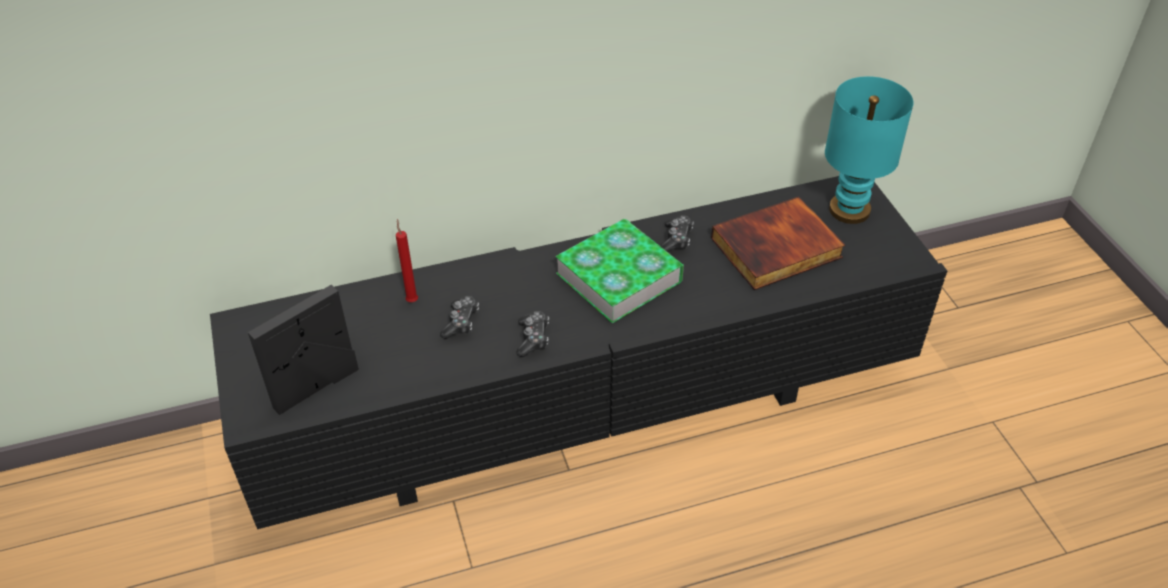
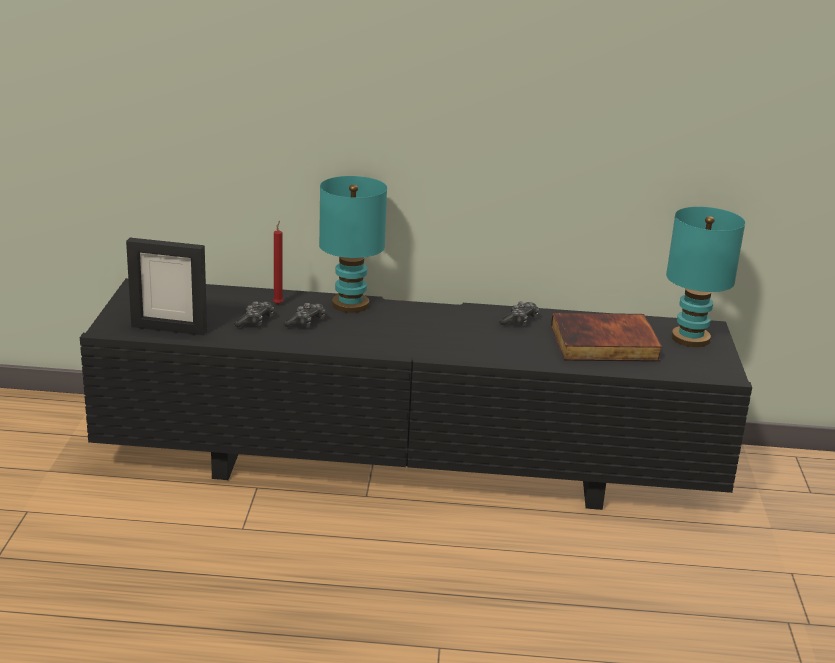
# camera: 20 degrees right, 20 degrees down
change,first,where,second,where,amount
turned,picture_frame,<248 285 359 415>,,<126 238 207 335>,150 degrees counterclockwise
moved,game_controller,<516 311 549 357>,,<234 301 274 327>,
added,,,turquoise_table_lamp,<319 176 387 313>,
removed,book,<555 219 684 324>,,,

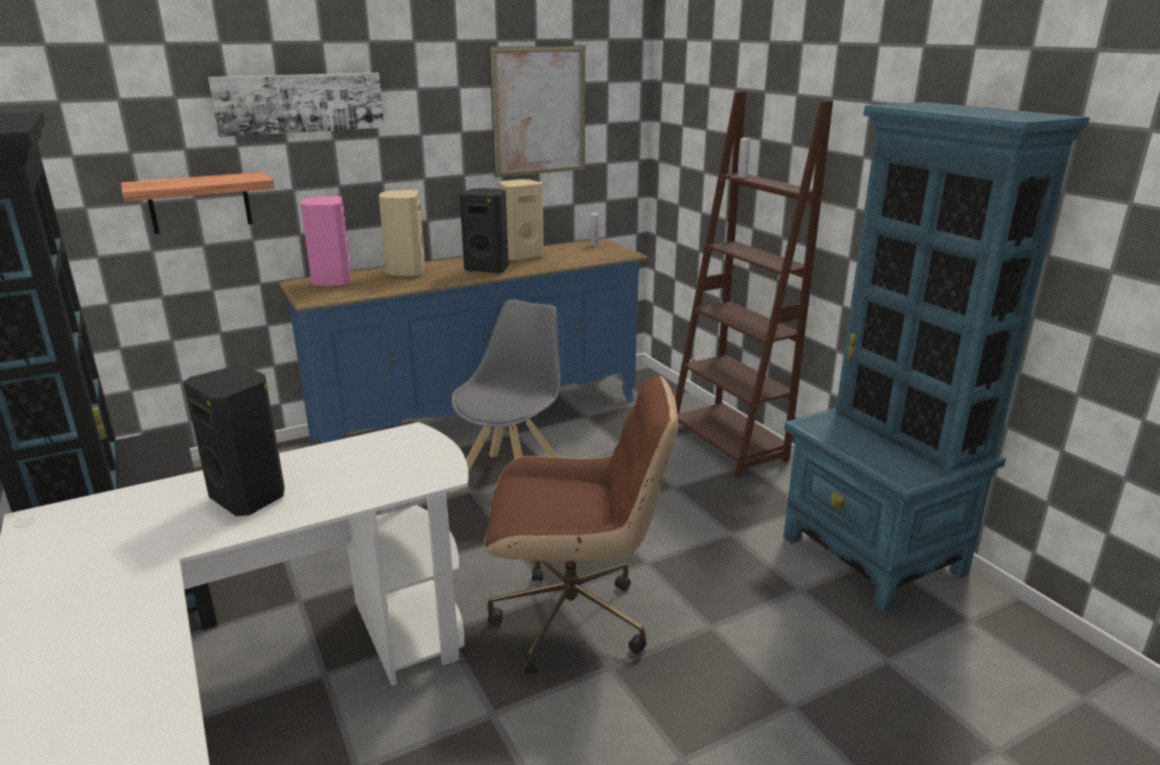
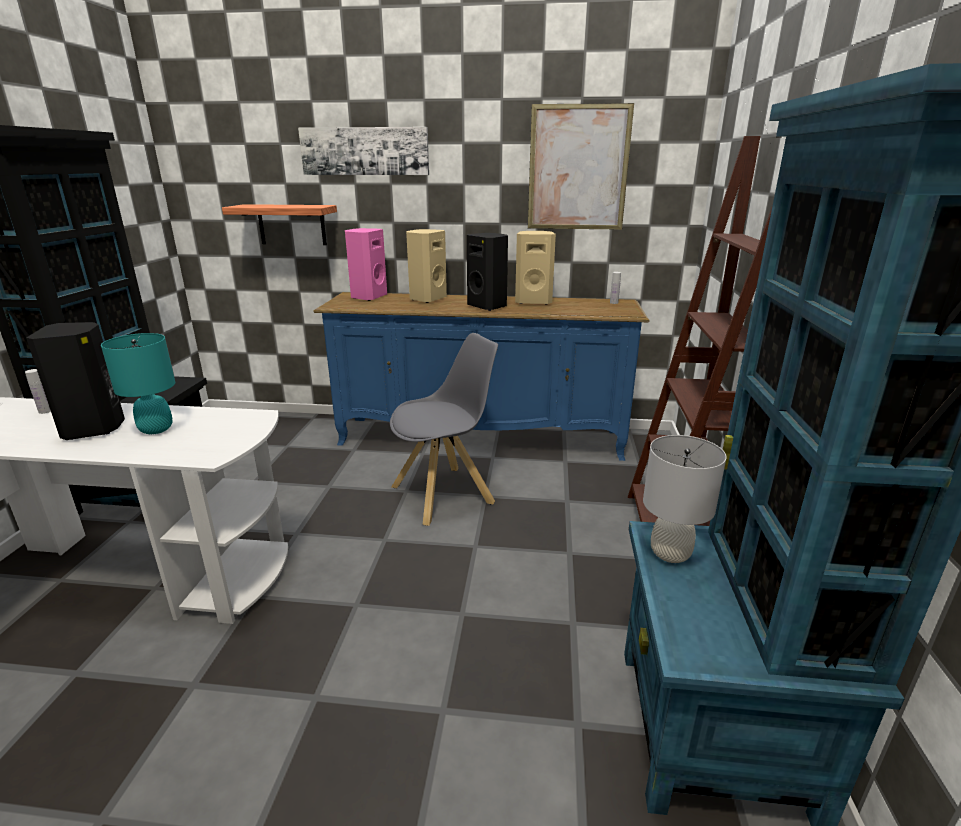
# camera: 35 degrees right, 0 degrees up
change,first,where,second,where,amount
moved,white_bottle,<737 138 750 177>,,<25 369 51 414>,
added,,,turquoise_table_lamp,<101 333 175 435>,
added,,,grey_table_lamp,<643 435 726 563>,
removed,brown_office_chair,<484 376 678 673>,,,

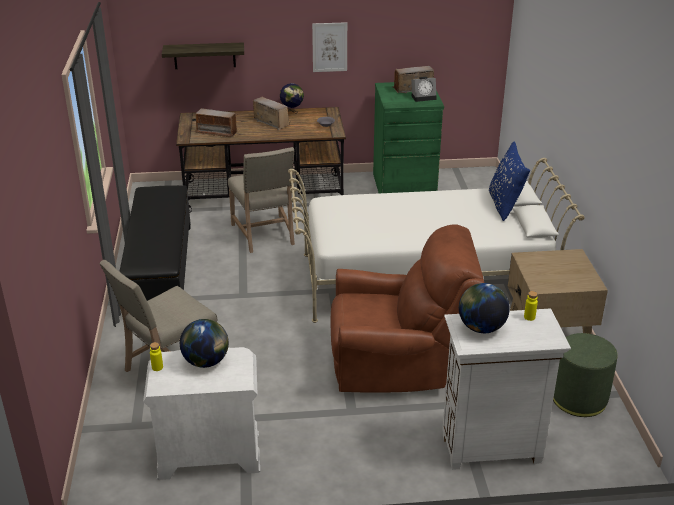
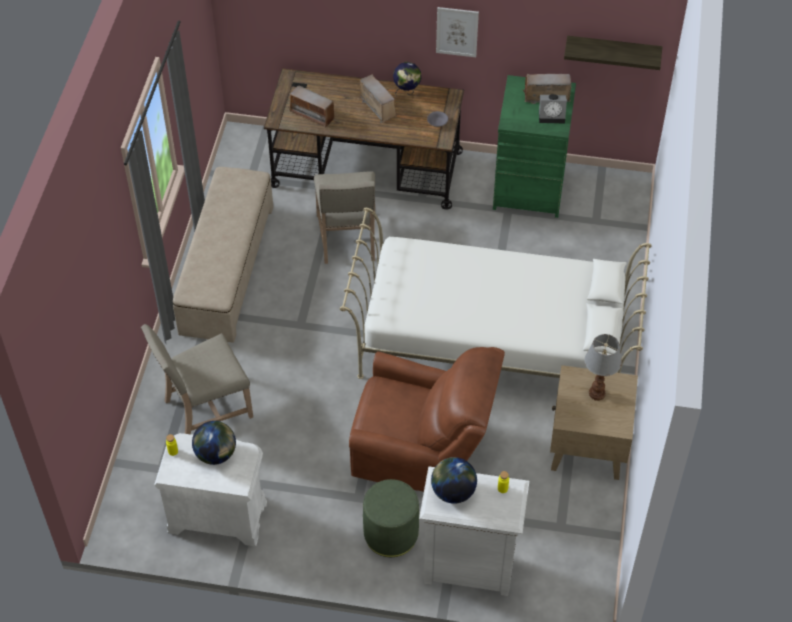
# camera: 15 degrees right, 20 degrees up
change,first,where,second,where,amount
recoloured,black_bench,<119 185 191 301>,beige_bench,<173 167 273 343>,
moved,green_ottoman,<553 333 617 417>,,<363 479 419 557>,
moved,shelf,<162 42 244 69>,,<564 36 662 70>,
added,,,table_lamp,<585 334 622 401>,
removed,blue_pillow,<489 142 530 221>,,,

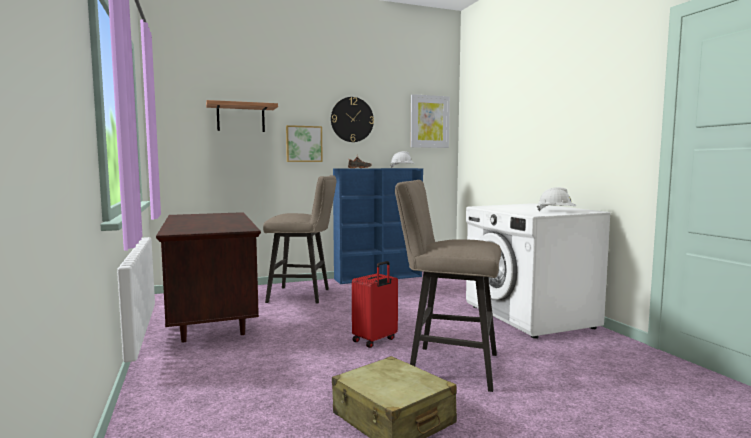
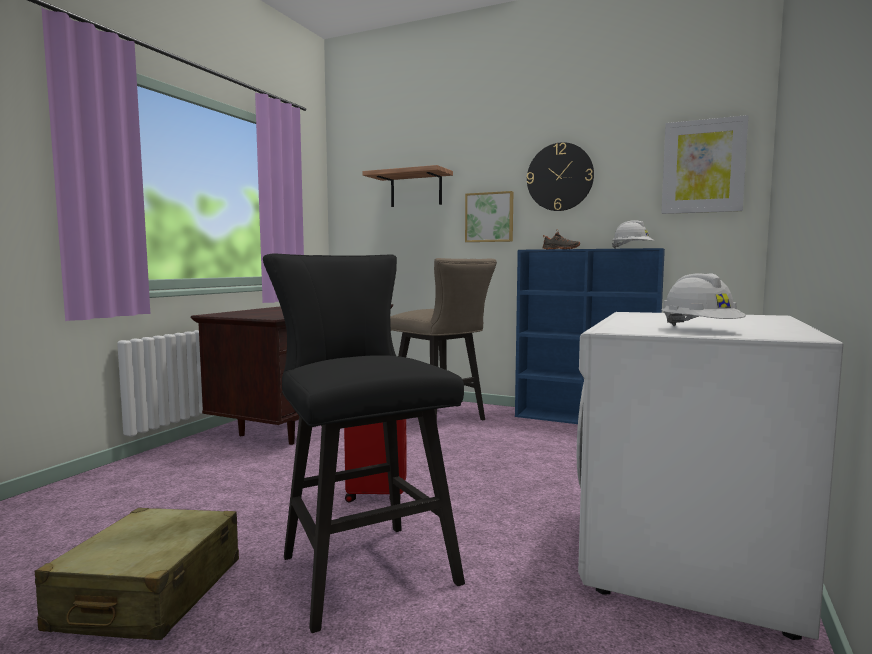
# camera: 45 degrees right, 0 degrees up
change,first,where,second,where,amount
recoloured,beige_stool,<395 180 501 392>,black_stool,<263 253 465 633>,

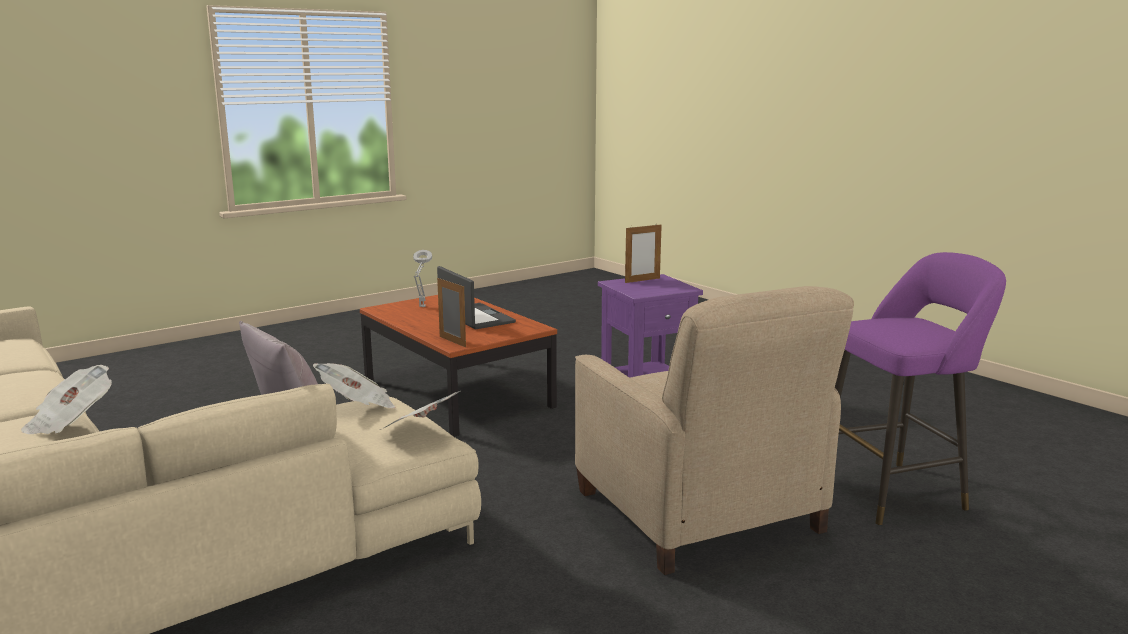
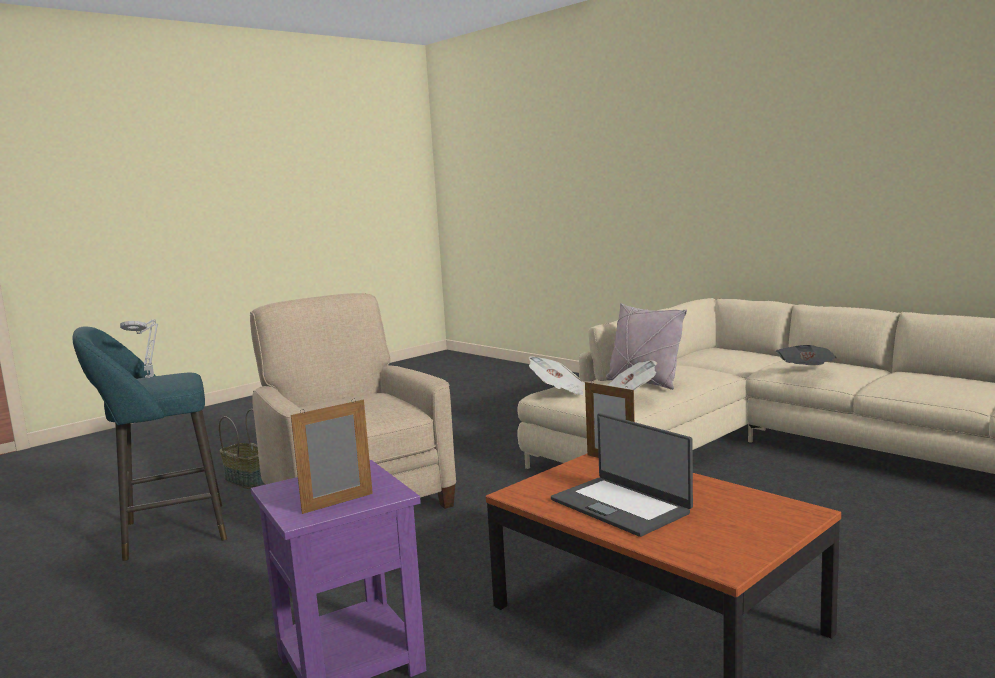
# camera: 175 degrees right, 5 degrees down
change,first,where,second,where,amount
recoloured,purple_stool,<835 252 1006 525>,turquoise_stool,<72 326 227 561>,
moved,grey_table_lamp,<413 250 432 307>,,<120 319 158 378>,
added,,,basket,<219 409 265 489>,

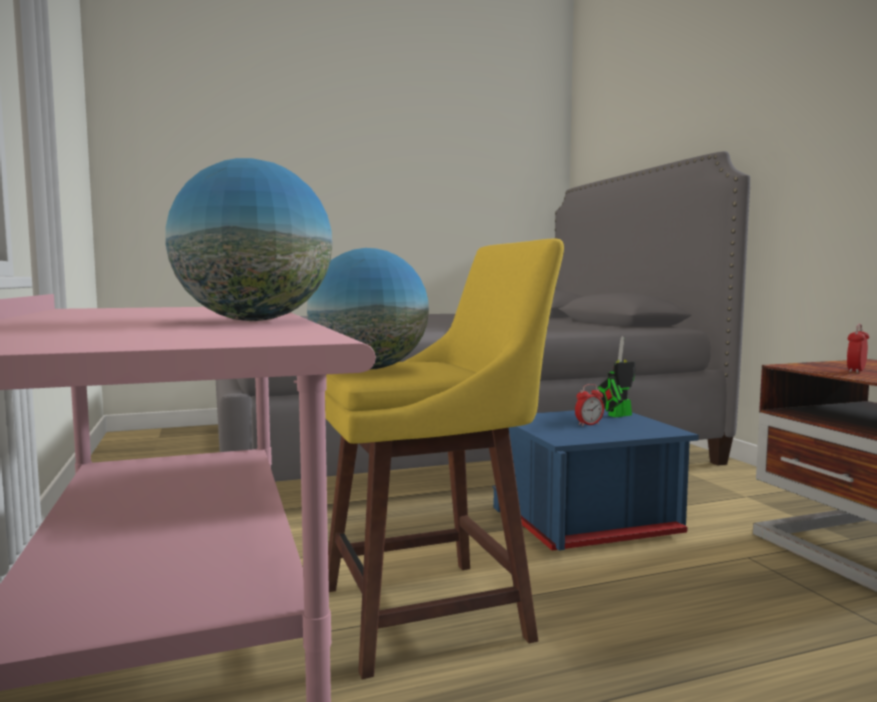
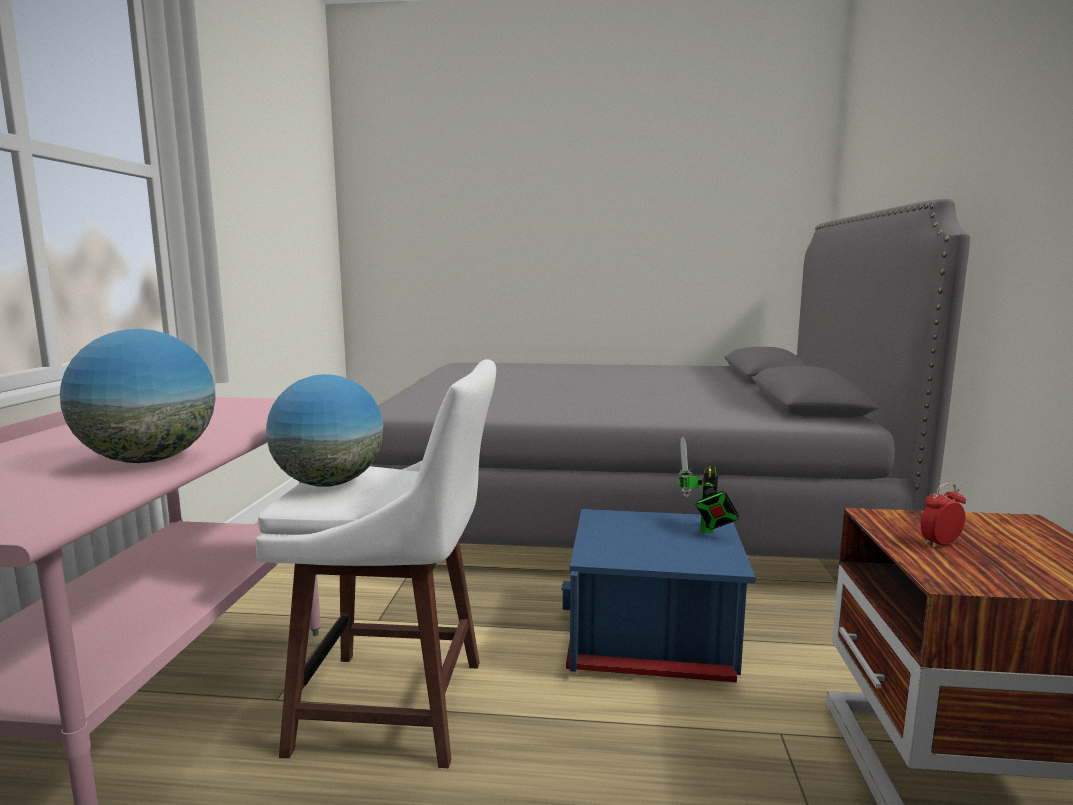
# camera: 25 degrees right, 5 degrees up
change,first,where,second,where,amount
recoloured,yellow_stool,<325 238 564 679>,white_stool,<256 359 496 768>,
turned,toy_robot,<598 336 635 418>,,<678 436 739 533>,75 degrees counterclockwise
removed,alarm_clock,<575 384 604 426>,,,

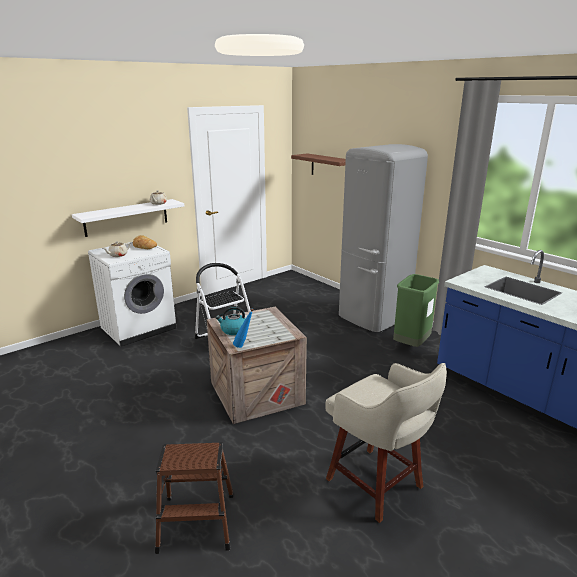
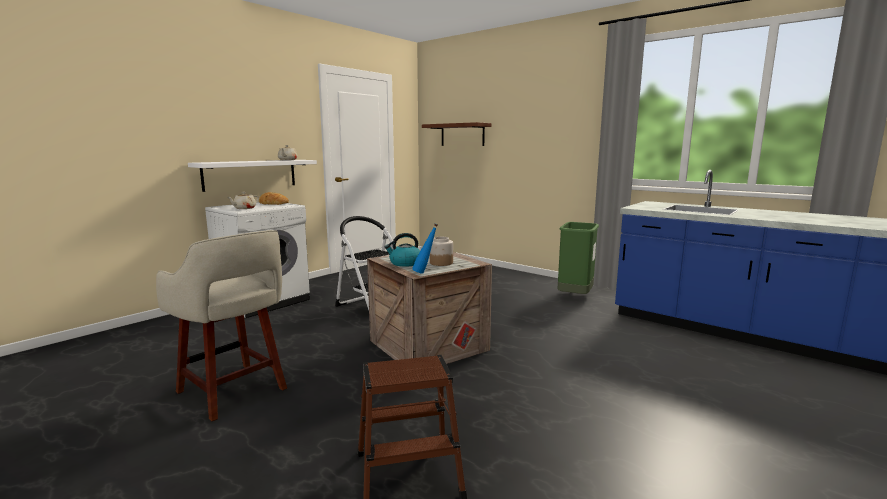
# camera: 10 degrees left, 10 degrees down
change,first,where,second,where,amount
moved,beige_stool,<325 363 447 523>,,<156 230 287 421>,
added,,,jar,<430 237 453 266>,
removed,grey_fridge,<339 144 428 332>,,,

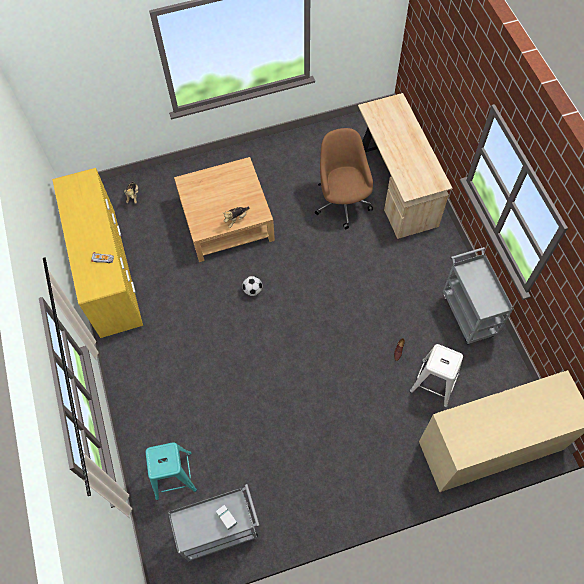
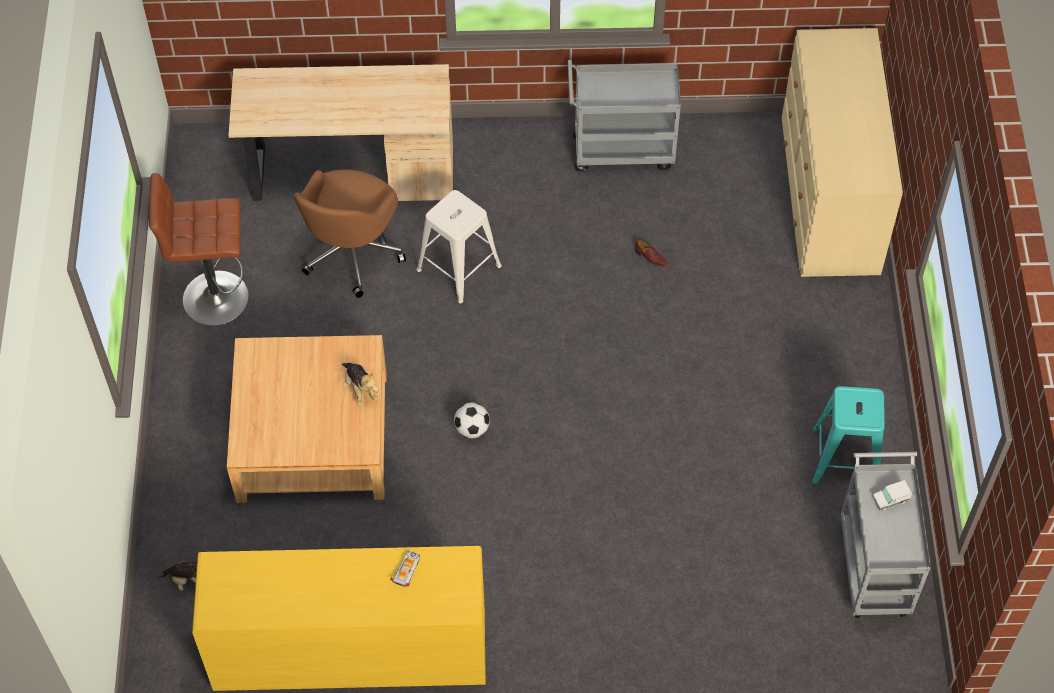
# camera: 75 degrees left, 5 degrees down
change,first,where,second,where,amount
added,,,brown_stool,<149 173 249 325>,
turned,brown_office_chair,<315 128 373 230>,,<294 170 406 298>,75 degrees counterclockwise
moved,white_stool,<410 344 463 407>,,<416 190 502 304>,
moved,turquoise_stool,<146 442 197 500>,,<812 386 885 485>,

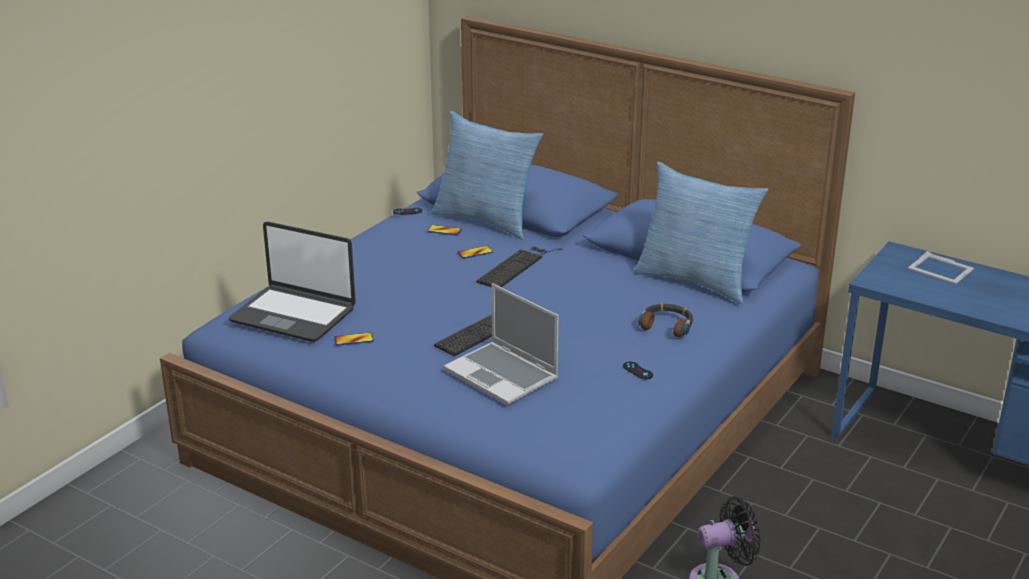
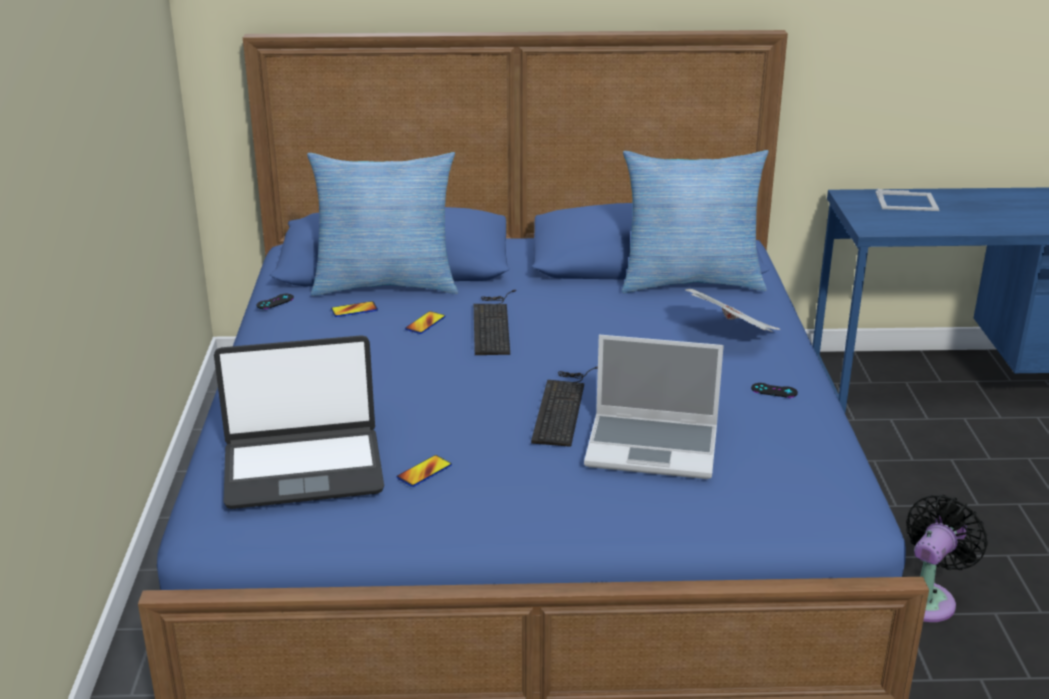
# camera: 35 degrees left, 0 degrees up
change,first,where,second,where,amount
replaced,headphones,<638 303 693 337>,newspaper,<685 289 780 332>,

